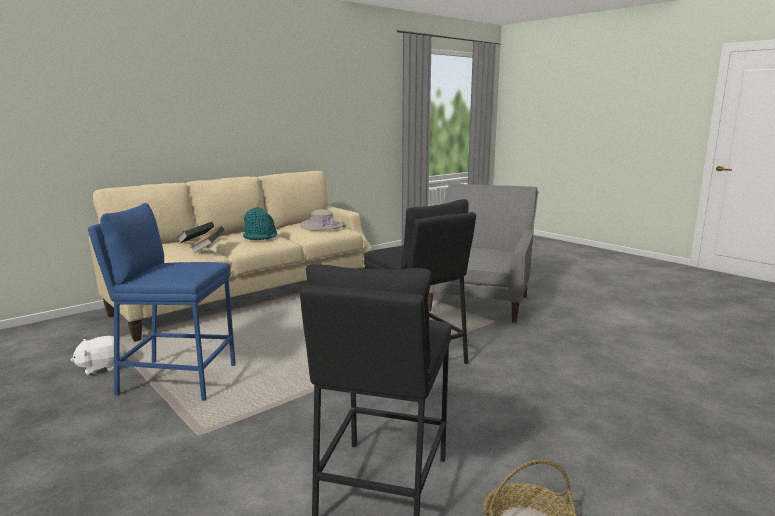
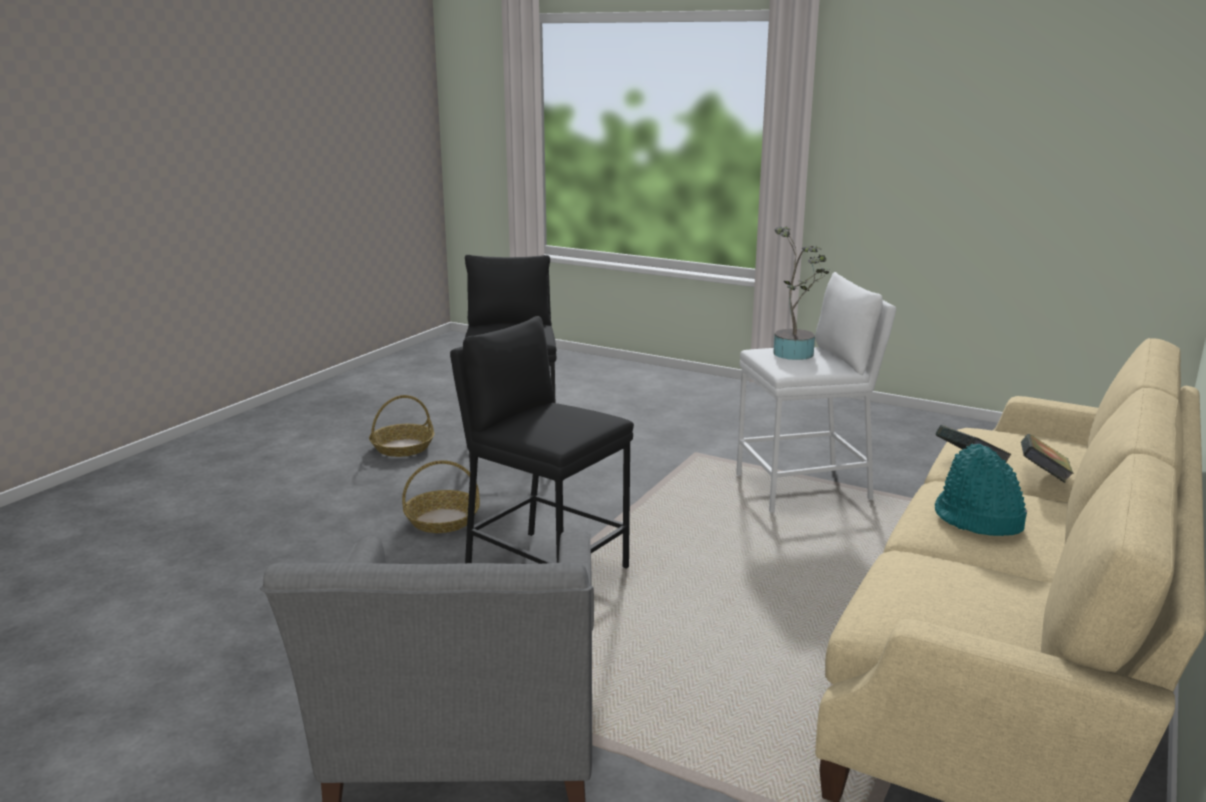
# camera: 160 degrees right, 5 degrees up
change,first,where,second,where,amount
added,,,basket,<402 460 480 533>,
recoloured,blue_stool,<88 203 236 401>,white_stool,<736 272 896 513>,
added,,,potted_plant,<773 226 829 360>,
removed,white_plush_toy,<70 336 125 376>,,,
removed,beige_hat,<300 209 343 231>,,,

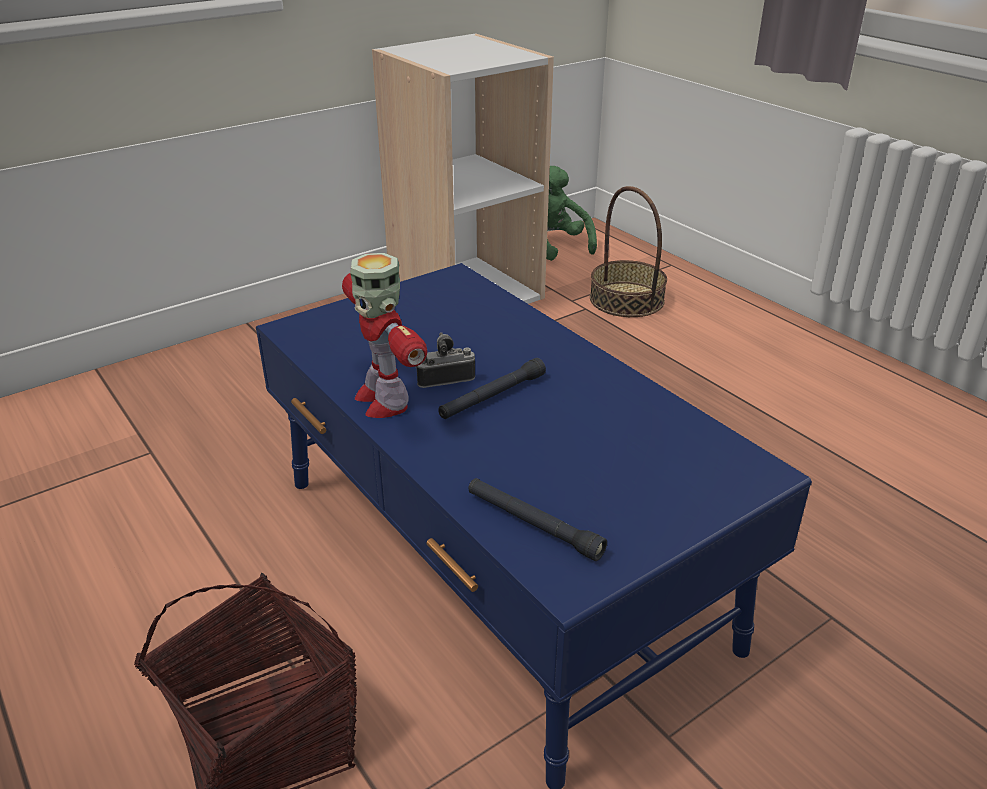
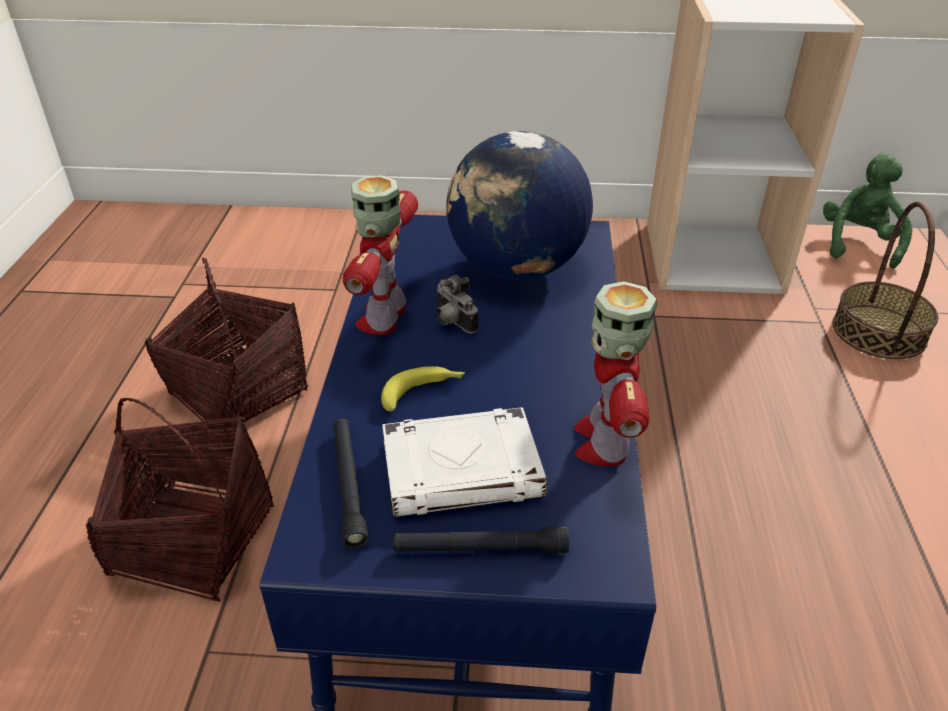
# camera: 40 degrees right, 5 degrees up
change,first,where,second,where,amount
added,,,basket,<145 257 308 439>,
added,,,banana,<381 366 465 411>,
added,,,white_book,<382 407 547 517>,
moved,black_flashlight,<438 358 546 419>,,<393 526 569 554>,
turned,photo_camera,<415 332 475 388>,,<437 275 478 333>,150 degrees counterclockwise
added,,,globe,<446 131 593 280>,
added,,,toy_robot,<574 281 657 466>,

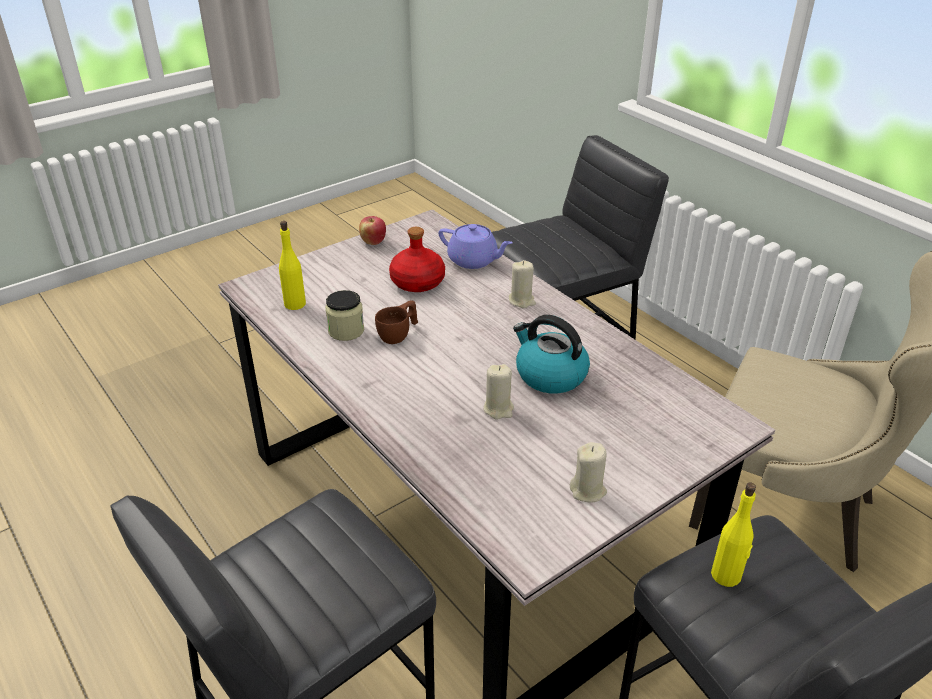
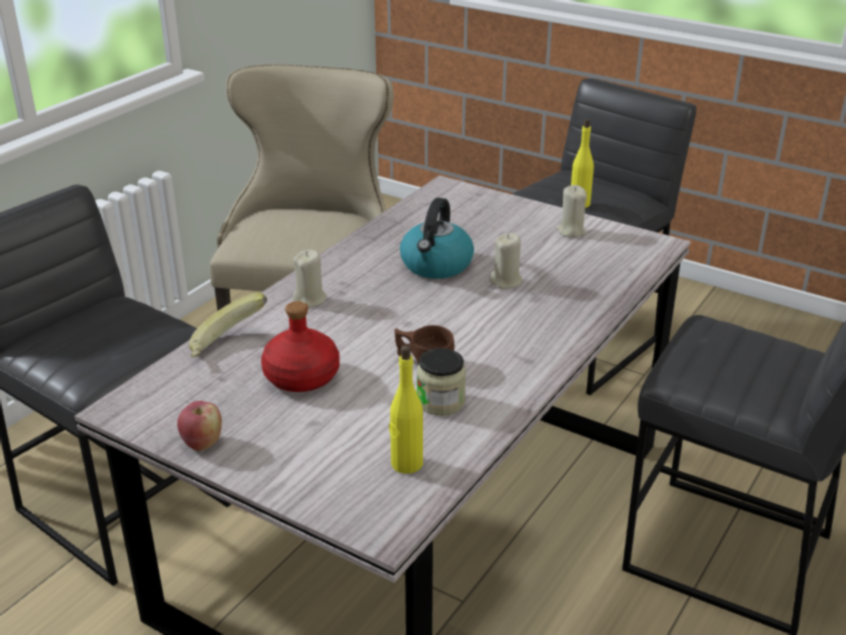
# camera: 110 degrees left, 5 degrees down
change,first,where,second,where,amount
replaced,purple_teapot,<439 224 513 269>,banana,<189 293 267 358>,

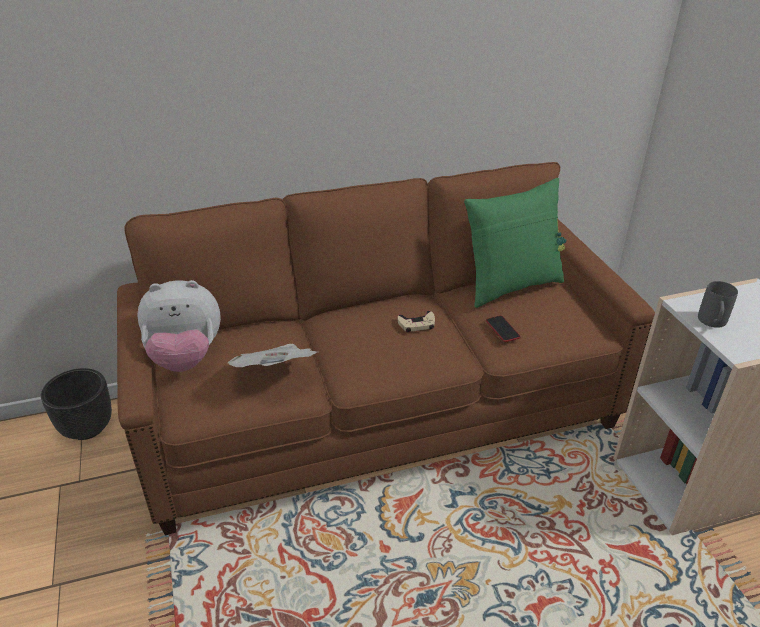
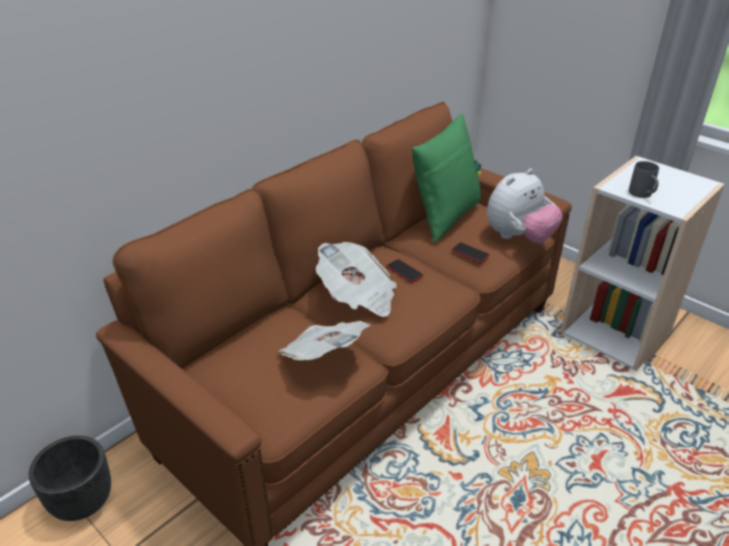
# camera: 30 degrees left, 0 degrees up
change,first,where,second,where,amount
added,,,newspaper,<315 242 397 317>,
replaced,beige_game_controller,<398 311 435 332>,phone,<386 259 423 282>,
moved,plush_toy,<138 280 221 372>,,<487 168 563 243>,

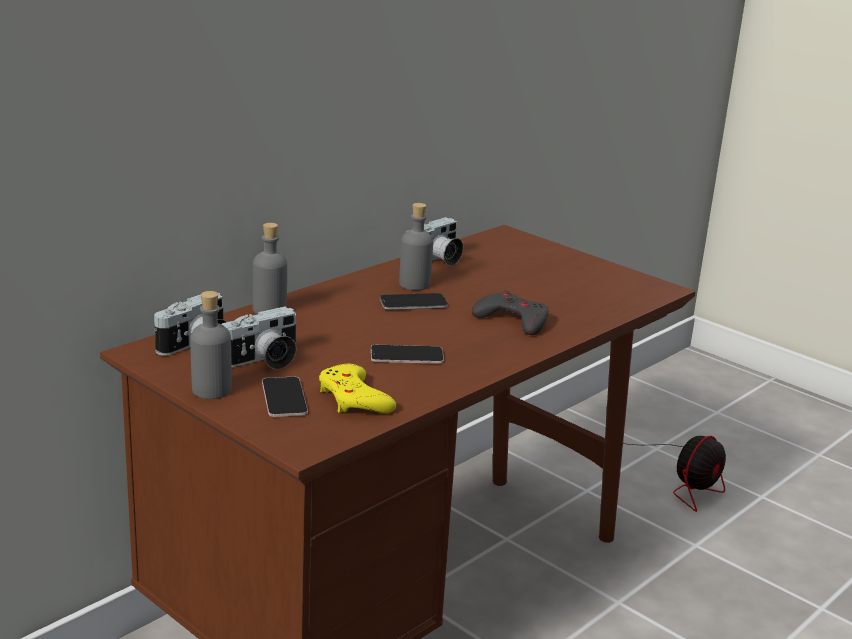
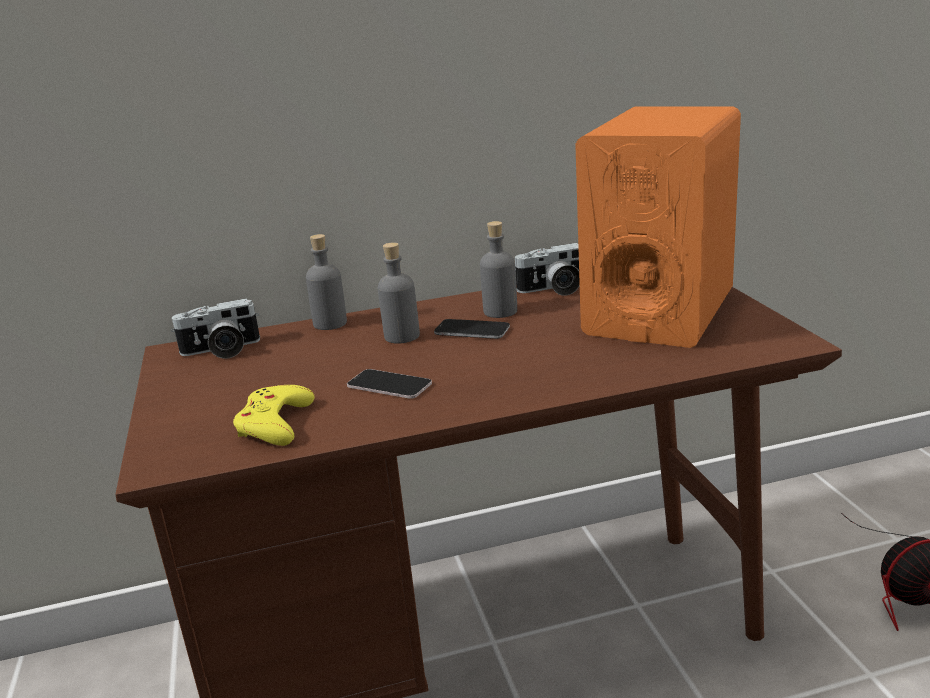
# camera: 35 degrees right, 0 degrees up
change,first,where,second,where,amount
moved,grey_bottle,<190 291 232 399>,,<378 242 420 344>,
added,,,orange_speaker,<575 106 741 348>,
removed,photo_camera,<221 306 297 370>,,,
removed,phone,<262 377 308 417>,,,
removed,grey_game_controller,<472 290 549 335>,,,

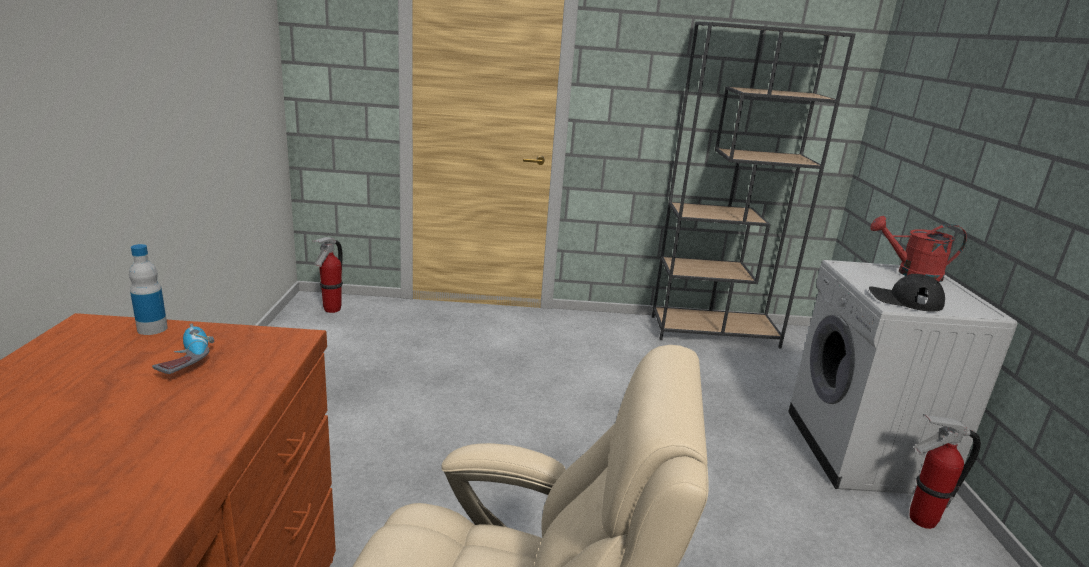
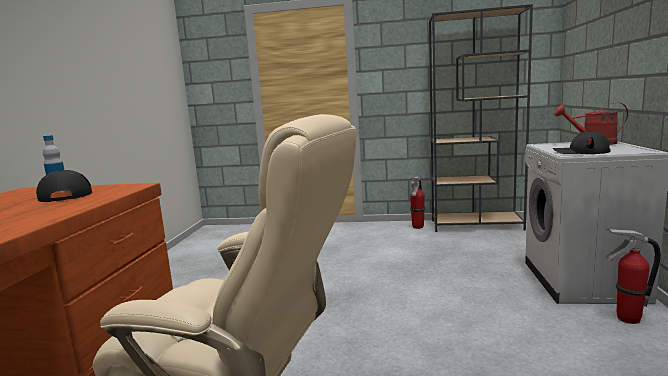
# camera: 10 degrees right, 10 degrees down
change,first,where,second,where,amount
replaced,power_drill,<152 323 214 374>,black_cap,<36 170 92 202>,
moved,fire_extinguisher,<312 237 343 313>,,<410 177 425 229>,

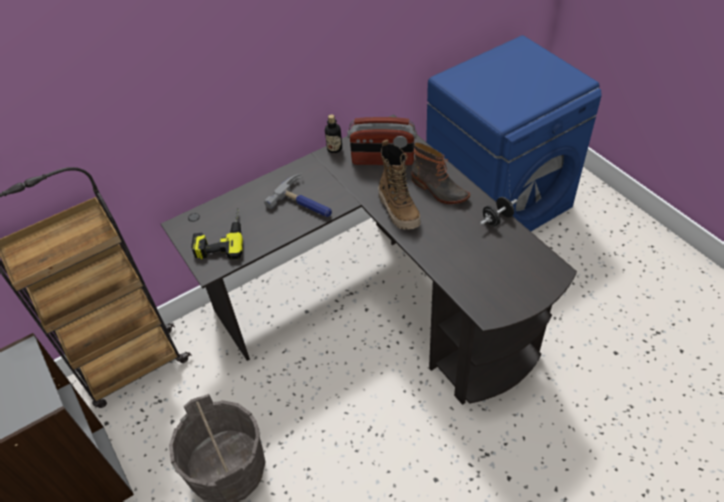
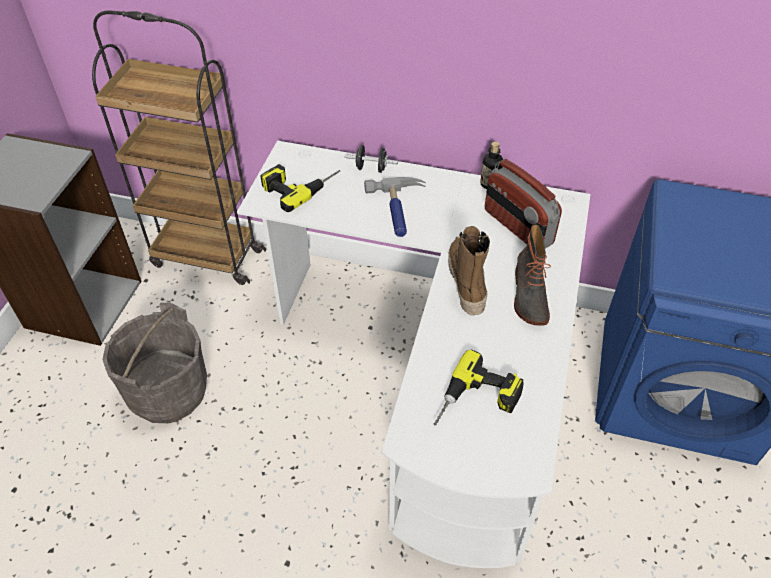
# camera: 45 degrees right, 0 degrees up
change,first,where,second,where,amount
recoloured,black_desk,<161 114 577 405>,white_desk,<237 141 591 568>,
moved,black_dumbbell,<480 197 517 227>,,<345 145 398 173>,
added,,,power_drill,<434 349 524 426>,
turned,boot,<378 139 420 230>,,<448 226 490 315>,150 degrees clockwise

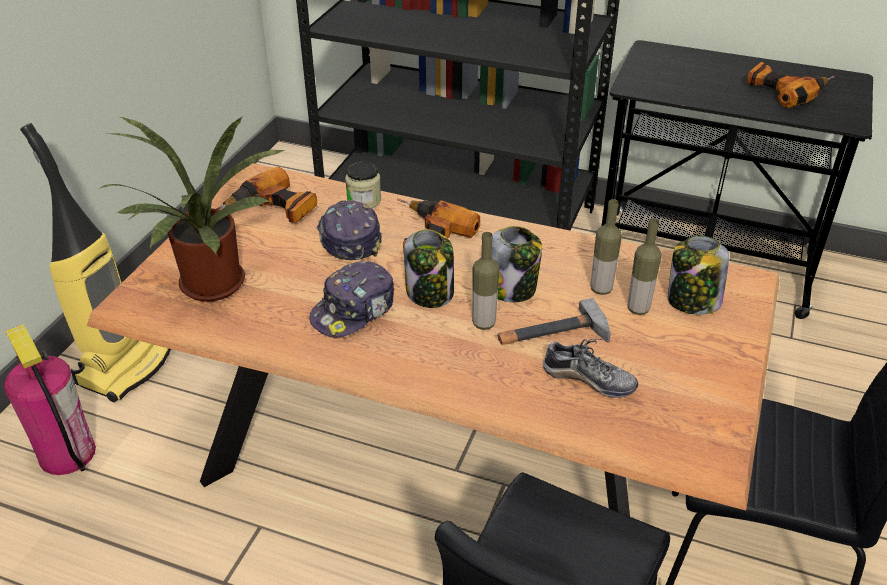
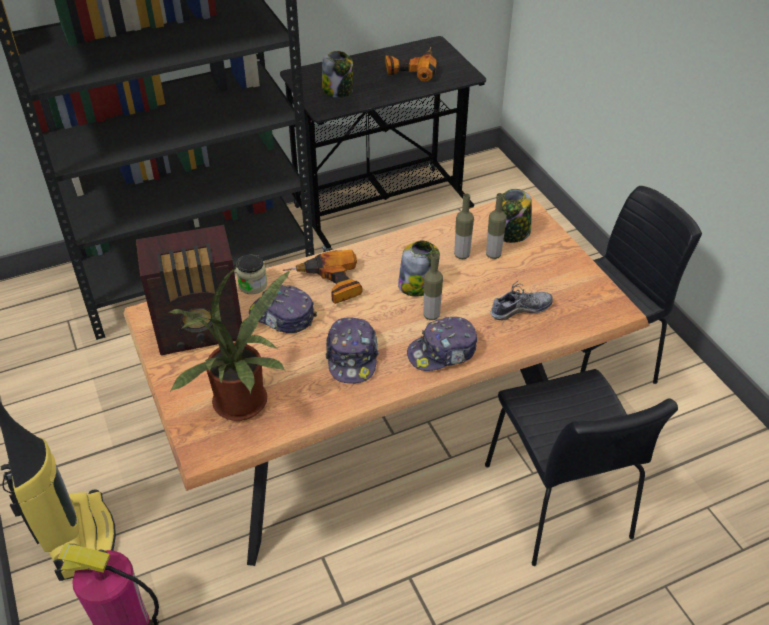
# camera: 45 degrees left, 5 degrees up
change,first,where,second,where,amount
replaced,power_drill,<216 166 317 223>,radio,<136 225 242 355>,
moved,jar,<404 229 454 308>,,<322 51 353 98>,
added,,,cap,<407 317 477 371>,
removed,hammer,<498 298 611 345>,,,

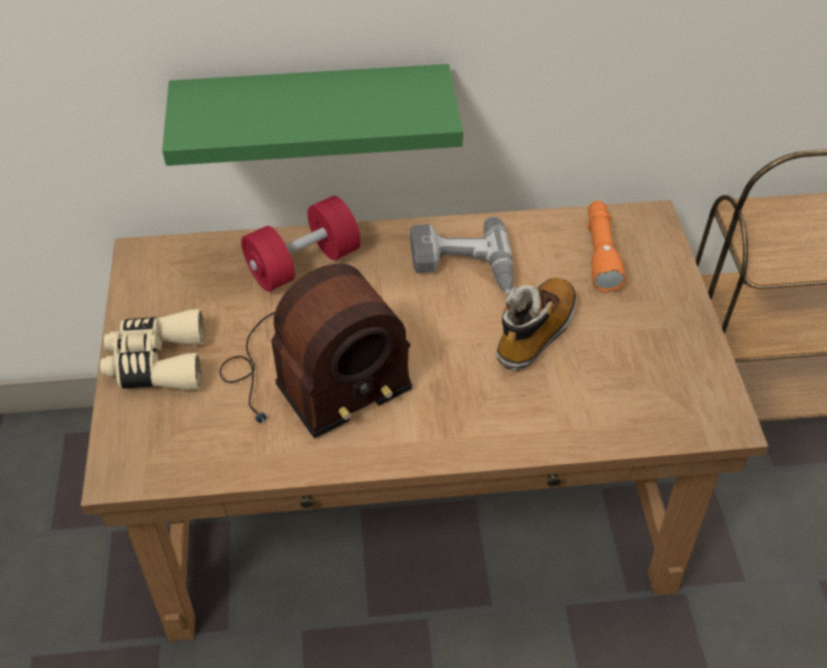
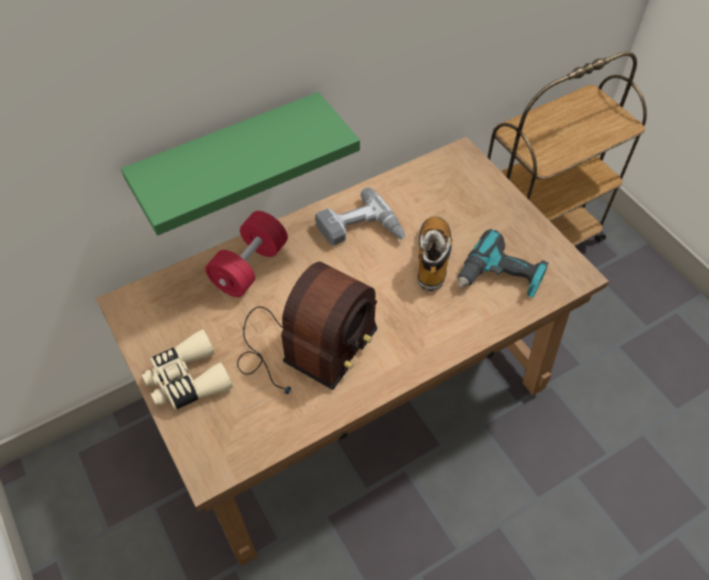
# camera: 25 degrees left, 5 degrees up
change,first,where,second,where,amount
added,,,power_drill,<458 229 549 298>,
removed,orange_flashlight,<587 201 626 293>,,,

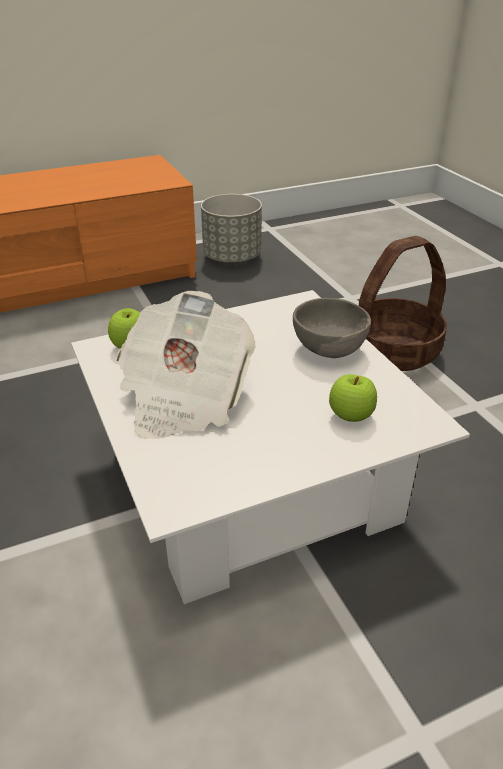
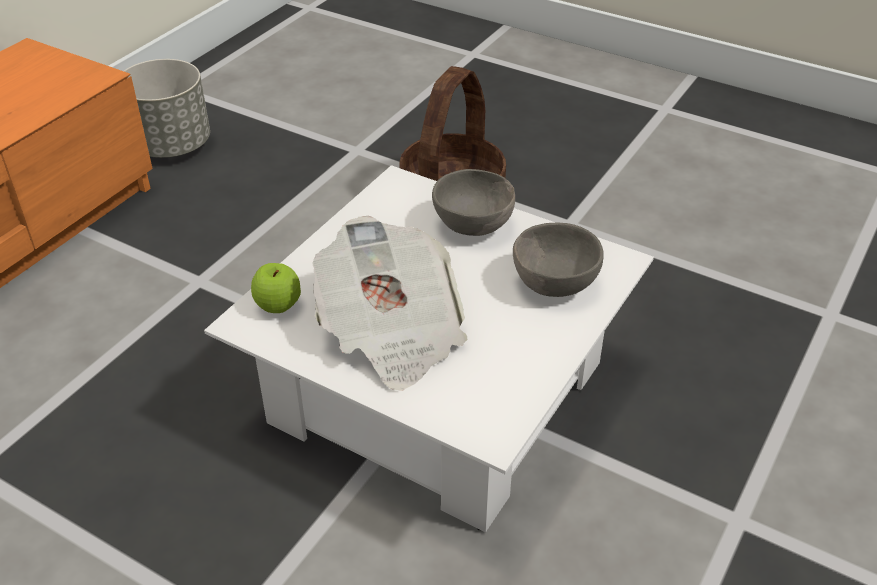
# camera: 35 degrees left, 5 degrees up
change,first,where,second,where,amount
replaced,apple,<329 374 377 422>,grey_bowl,<513 223 604 297>,

